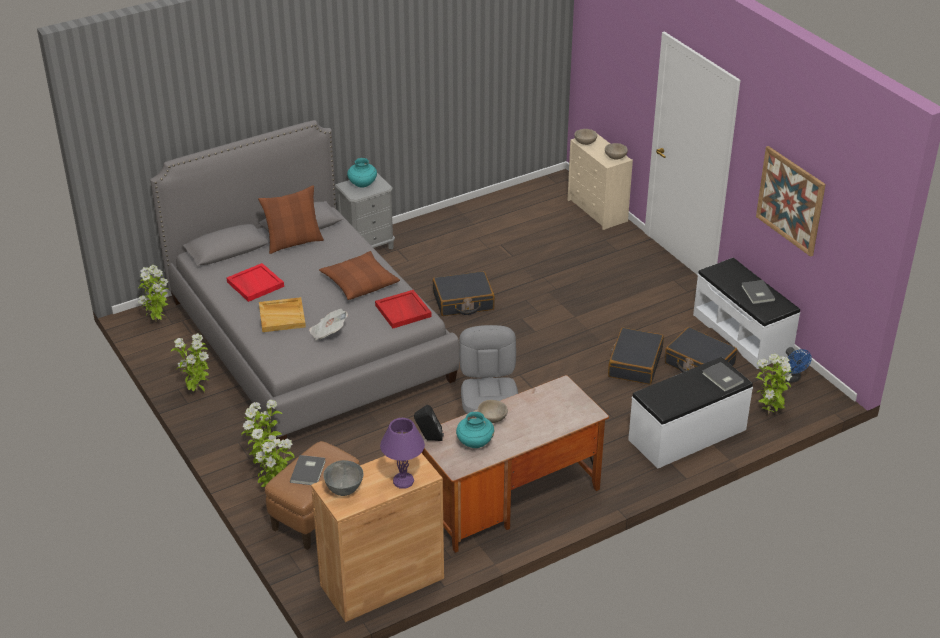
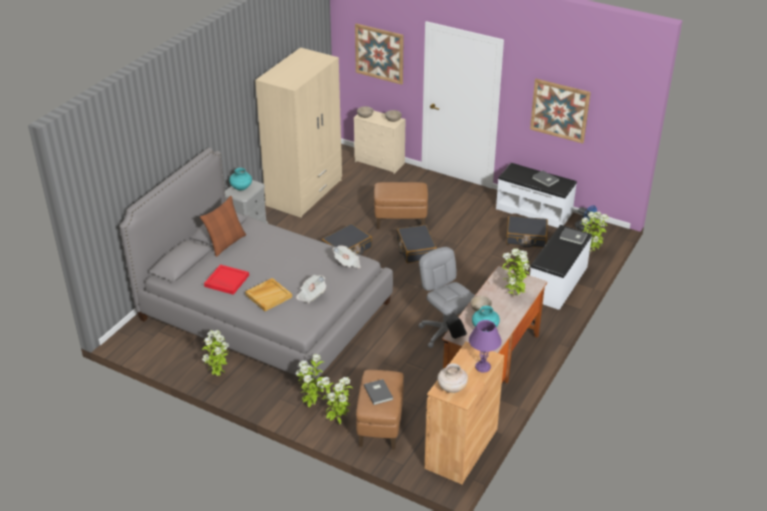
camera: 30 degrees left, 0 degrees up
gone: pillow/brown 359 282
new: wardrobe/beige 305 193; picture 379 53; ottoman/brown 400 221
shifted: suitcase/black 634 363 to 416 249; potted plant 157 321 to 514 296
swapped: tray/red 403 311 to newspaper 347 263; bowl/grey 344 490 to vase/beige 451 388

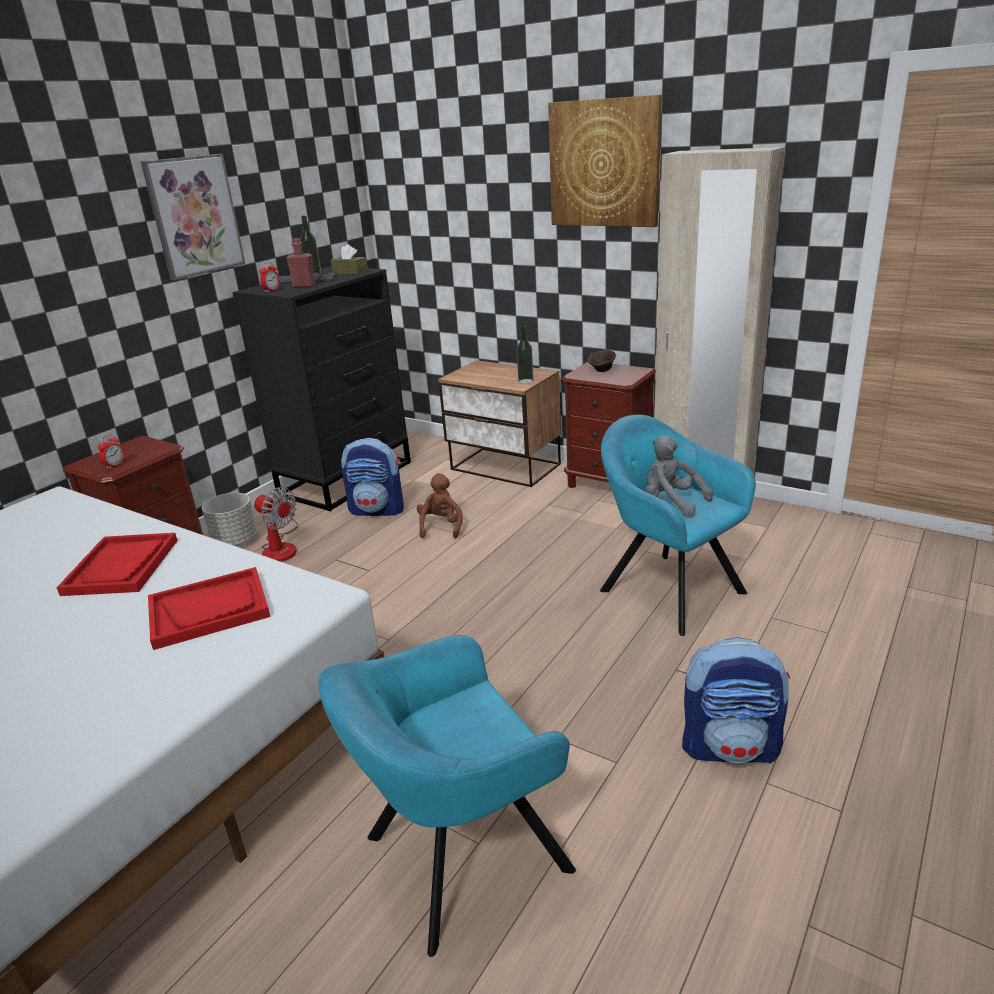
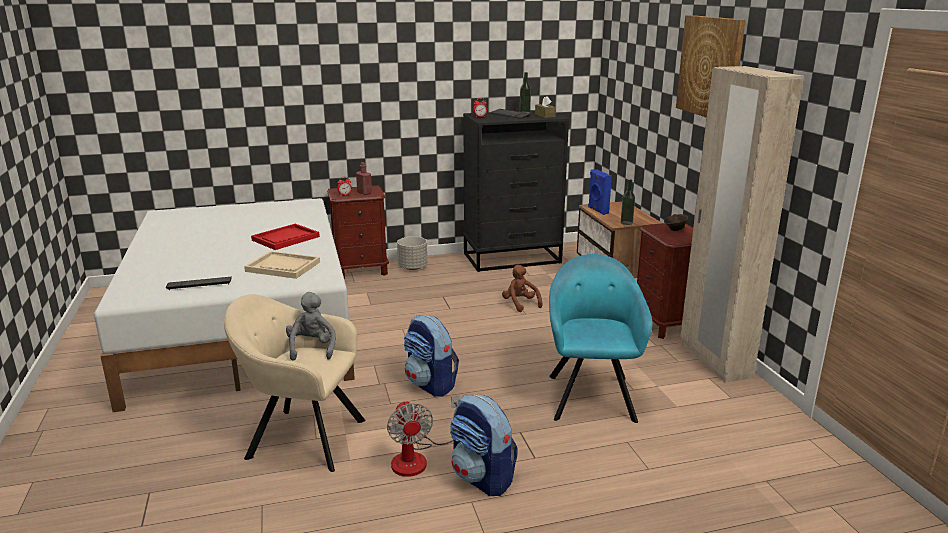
camera: 40 degrees right, 5 degrees down
gone: picture 194 216
new: keyboard 199 284; speaker/blue 597 210
shifted: plush toy/grey 671 502 to 312 348; bottle/red 304 286 to 364 193; fan 281 547 to 418 458; backpack 378 510 to 431 384
repainted: armchair/turquoise 459 857 to armchair/beige 302 438; tray/red 209 610 to tray/beige 283 267
rotated: plush toy/brown 441 527 = 520 304 75 degrees counterclockwise

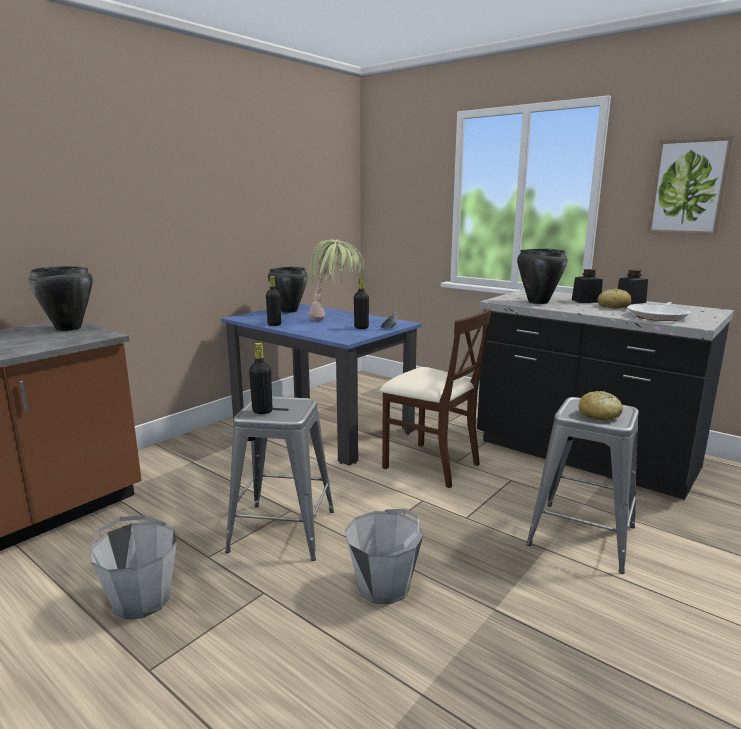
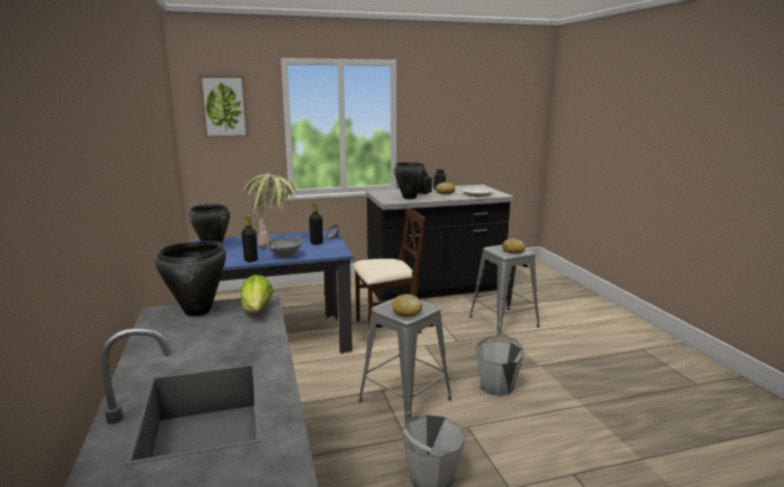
camera: 55 degrees left, 0 degrees up
new: lettuce 257 311; bowl/grey 285 256
shifted: picture 688 187 to 224 106
swapped: bottle/black 262 411 to bread 407 312

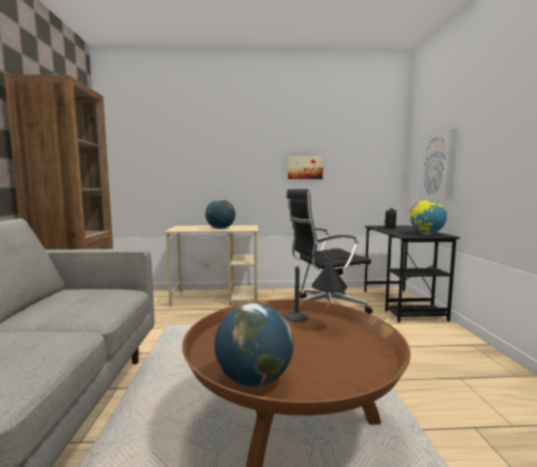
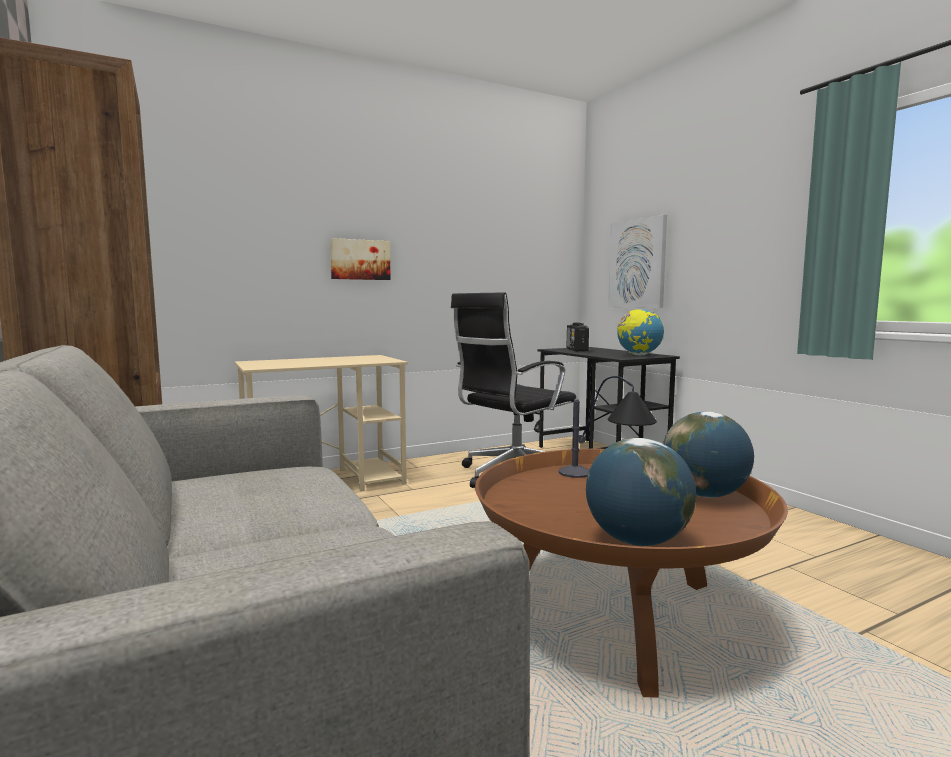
camera: 25 degrees left, 0 degrees up
shifted: picture 305 167 to 360 259; globe 220 229 to 705 495

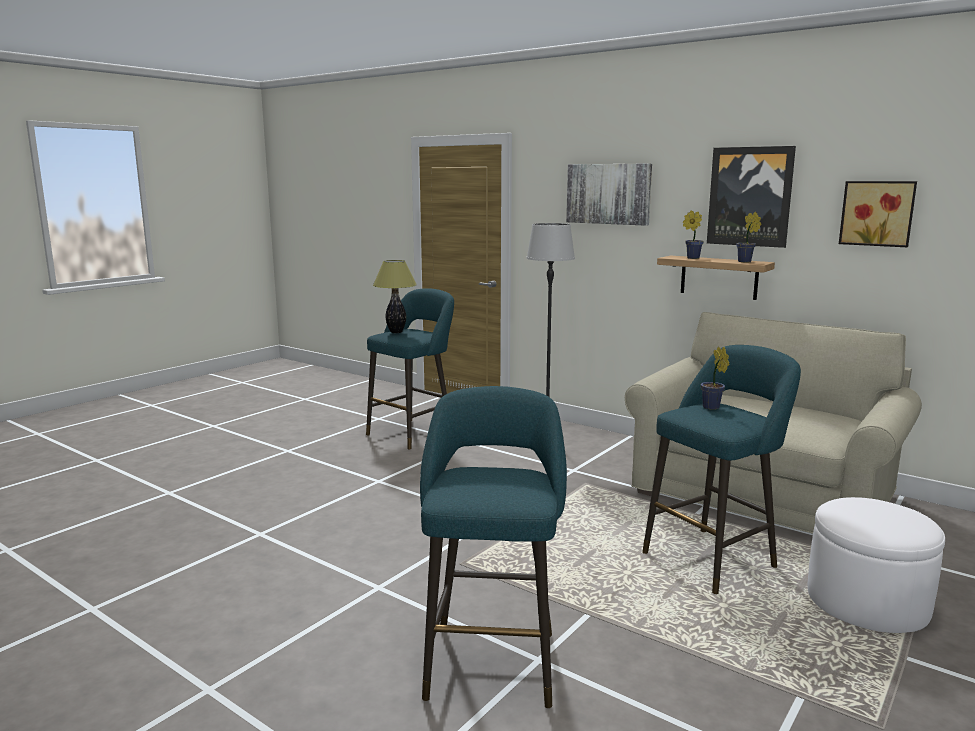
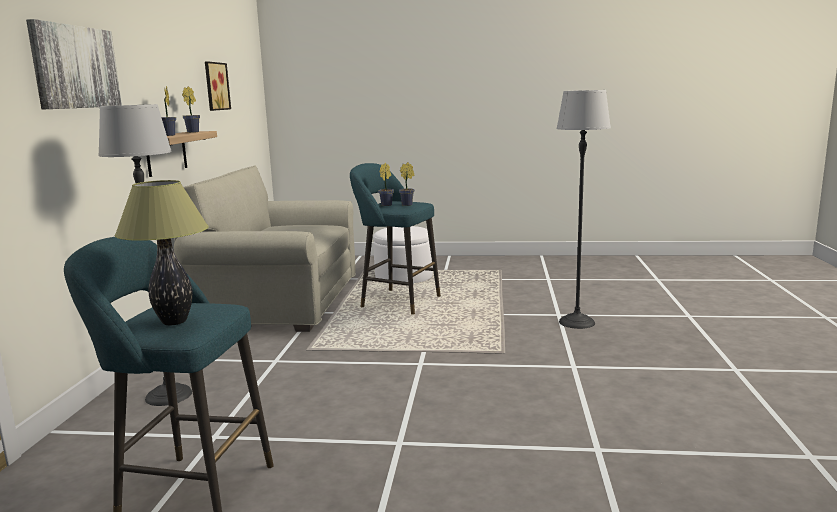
camera: 120 degrees left, 0 degrees up
gone: picture 750 196
new: potted plant 408 204
swapped: stool/turquoise 492 658 to floor lamp 576 322

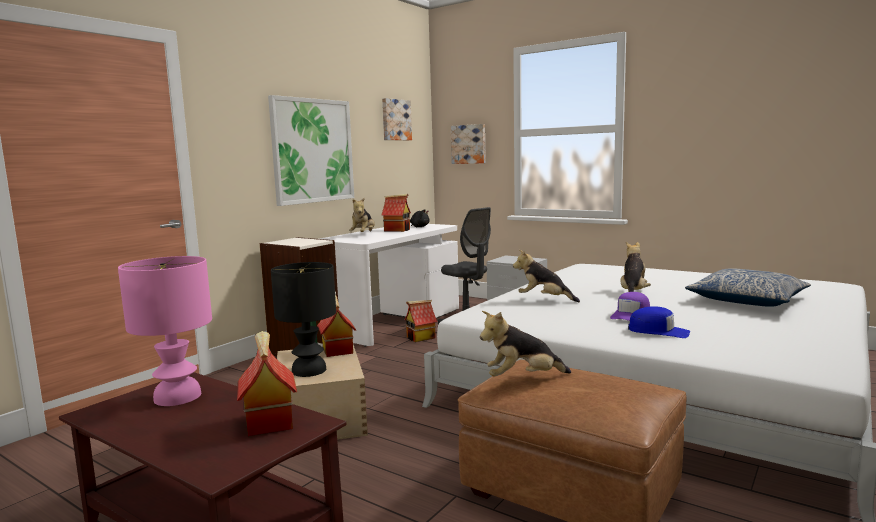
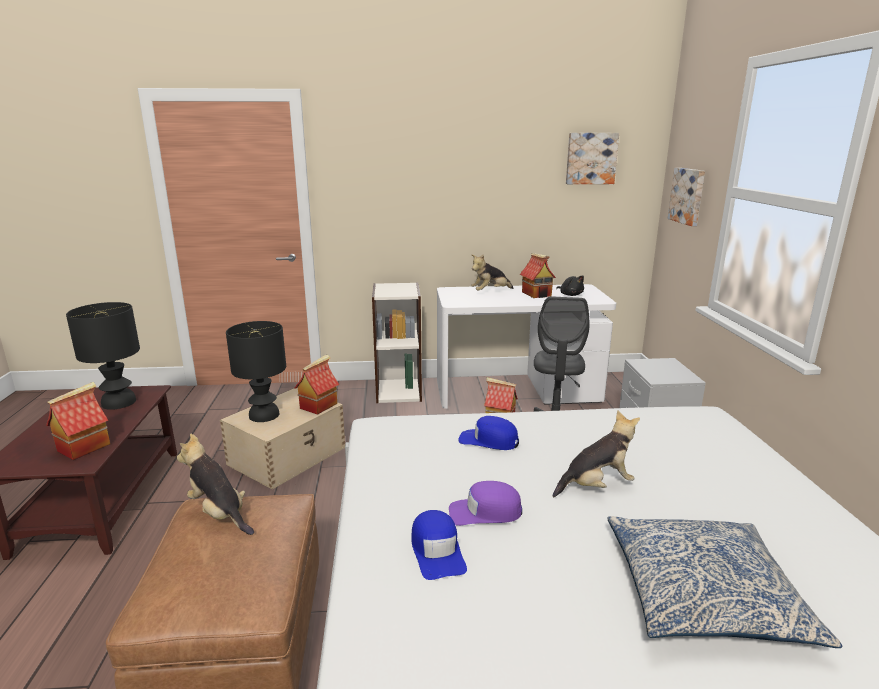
camera: 50 degrees right, 10 degrees up
gone: picture 312 151
swapped: plush toy 544 299 to cap/blue 488 440
repainted: table lamp/pink 179 396 to table lamp/black 119 402

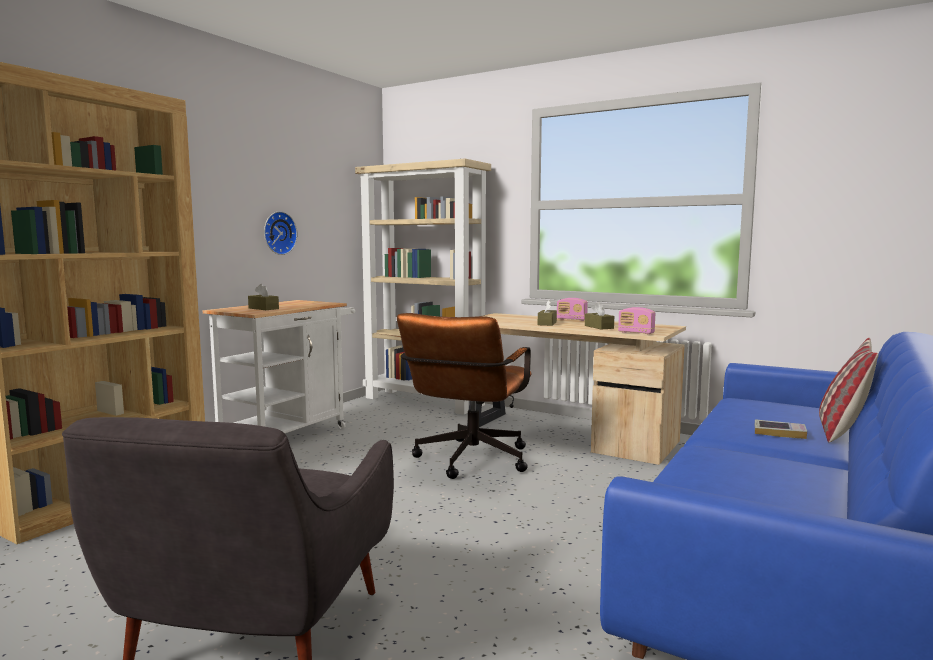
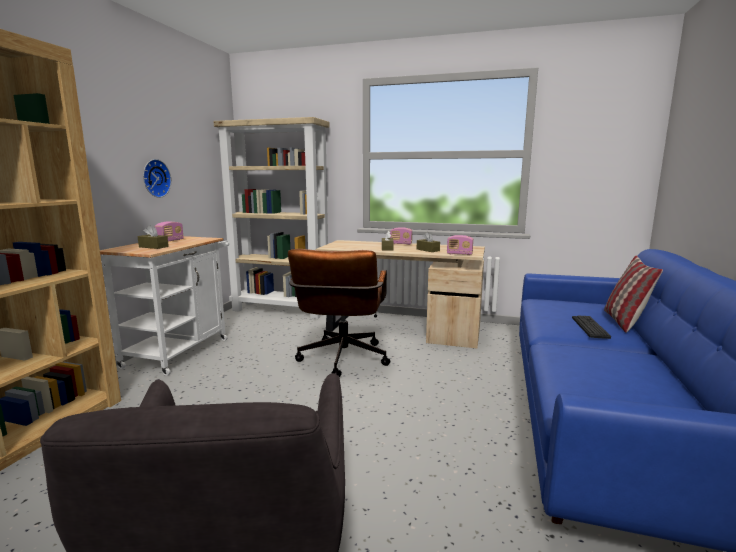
camera: 15 degrees left, 5 degrees up
new: radio 170 241
swapped: book 779 433 to keyboard 590 327

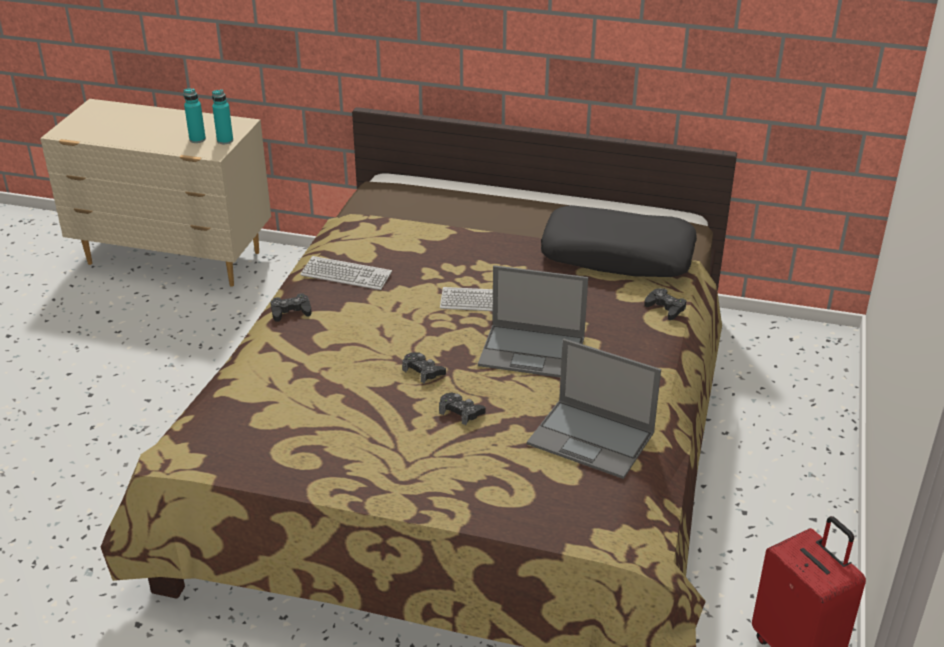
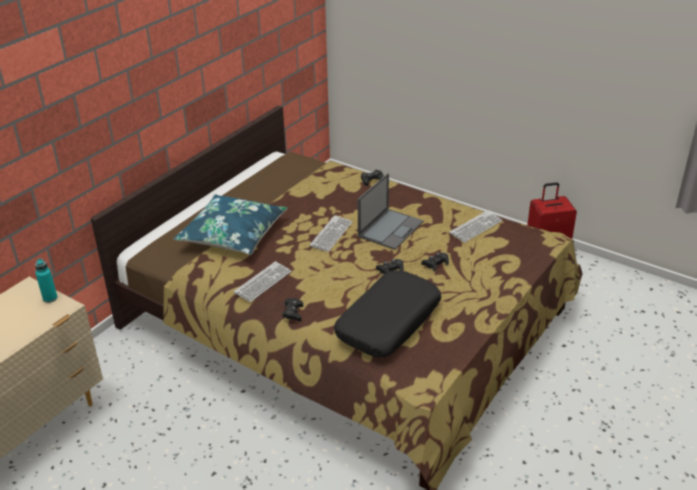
camera: 70 degrees left, 0 degrees up
gone: bottle/turquoise 197 139
new: pillow/blue 233 234
shifted: pillow/black 618 255 to 388 322
swapped: laptop 592 438 to keyboard 475 227

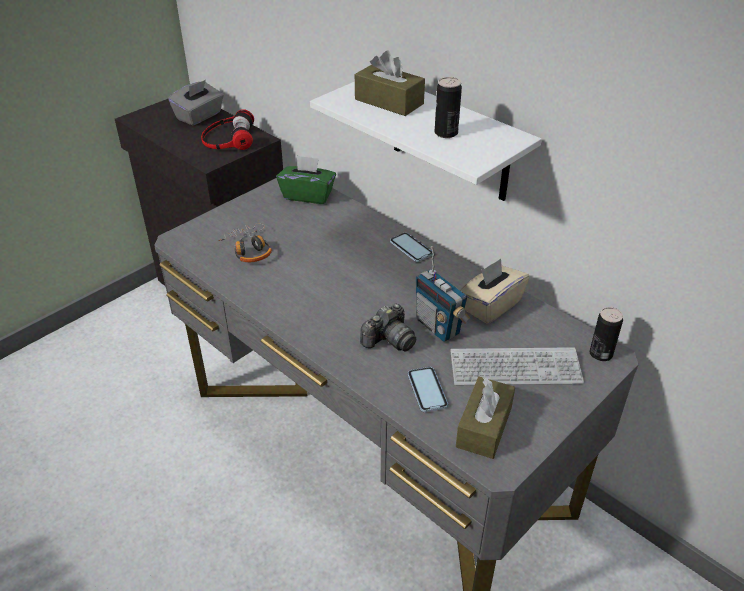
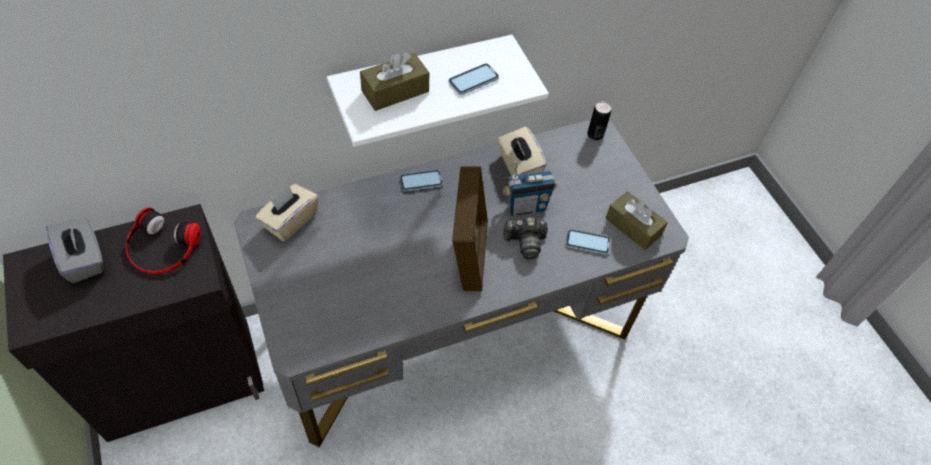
camera: 70 degrees left, 15 degrees up
gone: headphones 249 249; keyboard 515 368
new: picture frame 469 254
swapped: can 446 133 to phone 473 80
repainted: tissue box/green 308 195 to tissue box/beige 290 221
rotated: photo camera 389 340 = 525 243 105 degrees clockwise

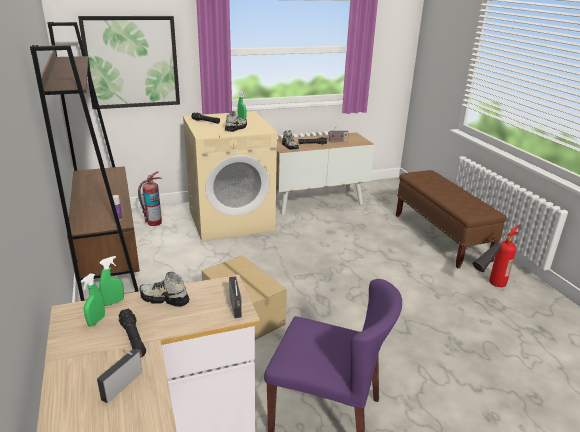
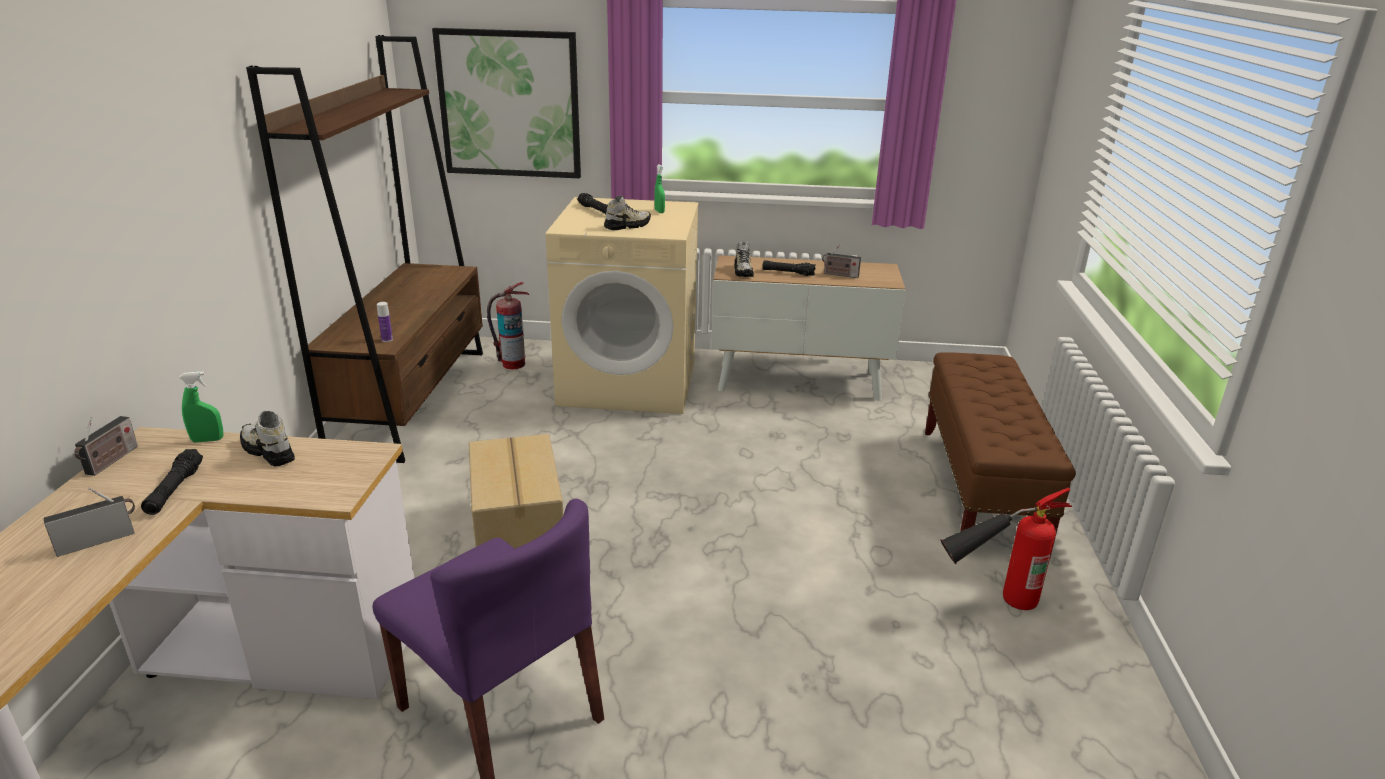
camera: 25 degrees right, 0 degrees up
gone: spray bottle/green 96 321
shifted: radio 236 307 to 110 461

